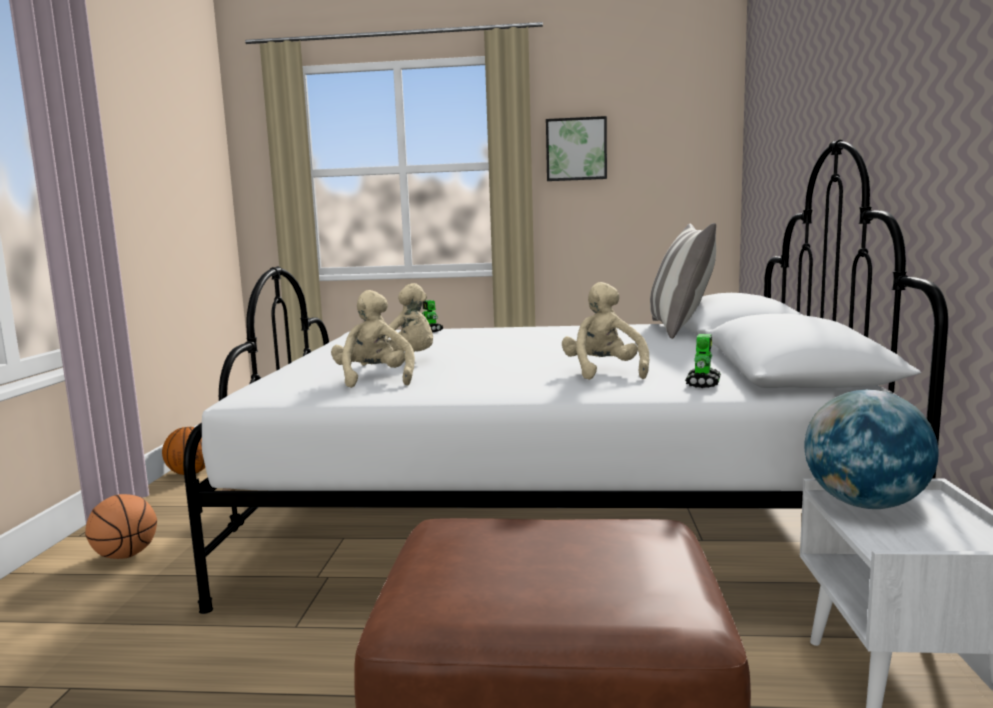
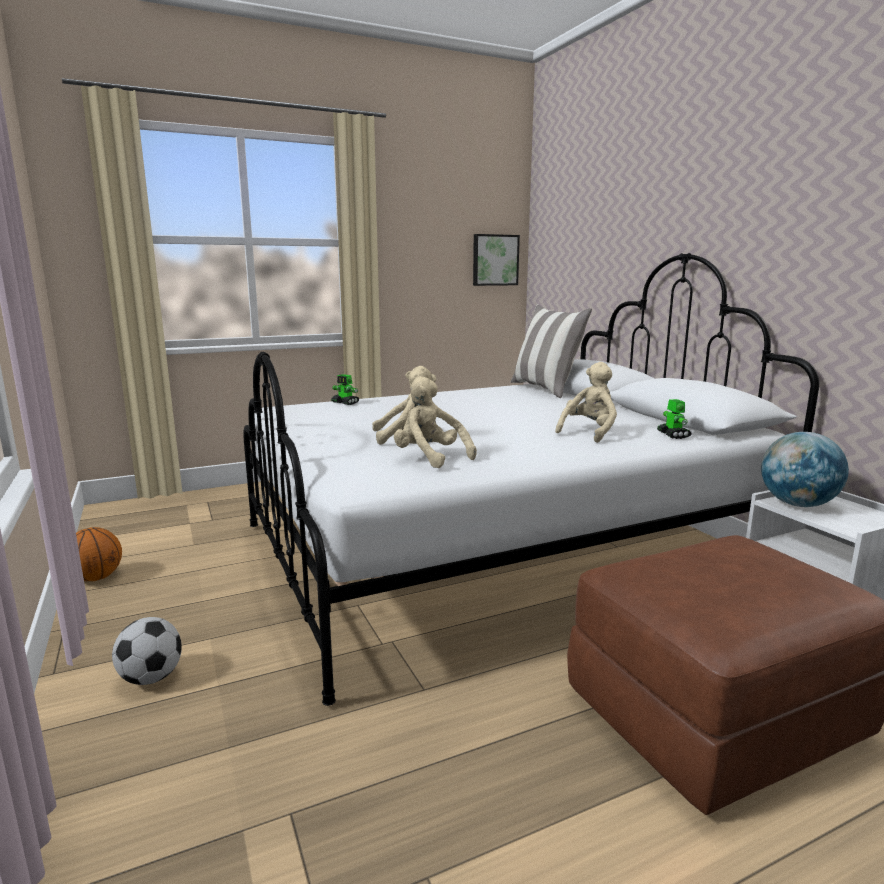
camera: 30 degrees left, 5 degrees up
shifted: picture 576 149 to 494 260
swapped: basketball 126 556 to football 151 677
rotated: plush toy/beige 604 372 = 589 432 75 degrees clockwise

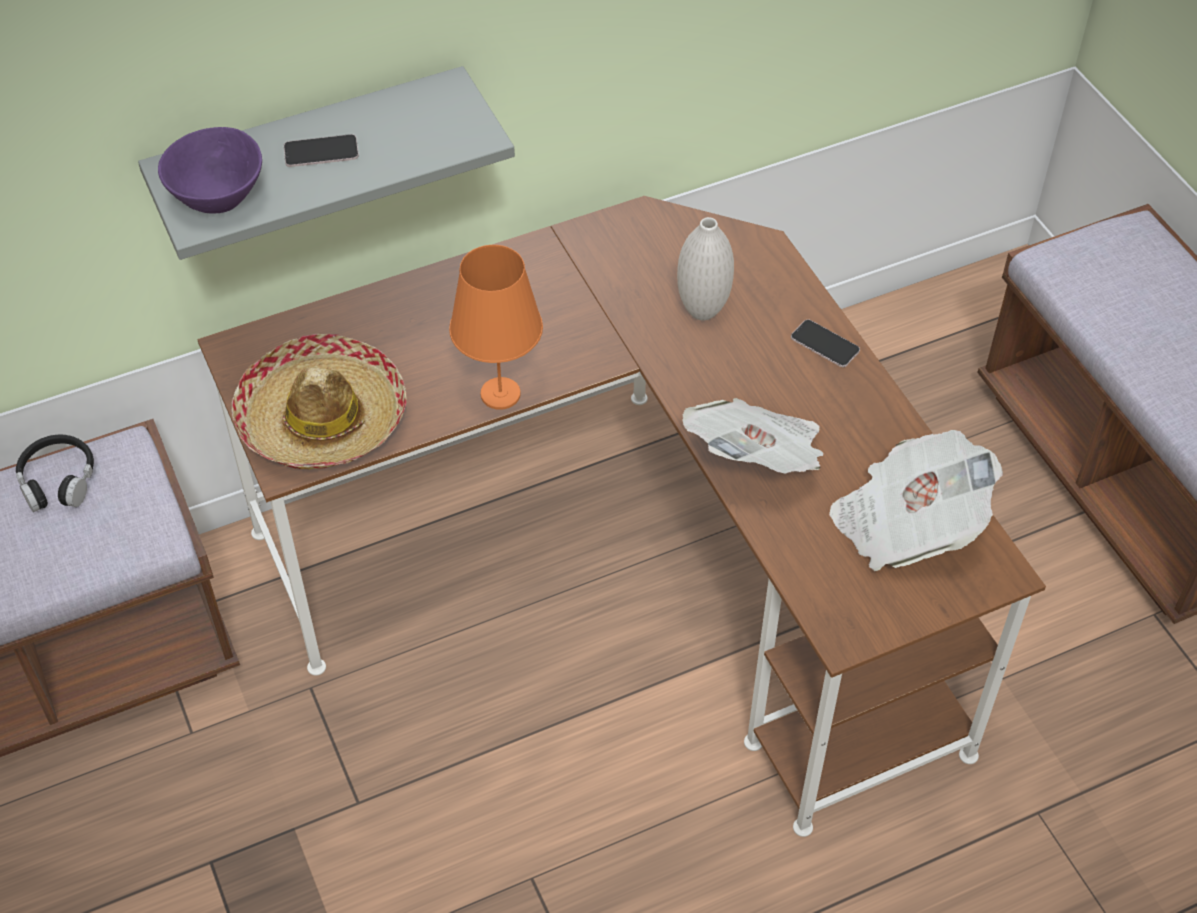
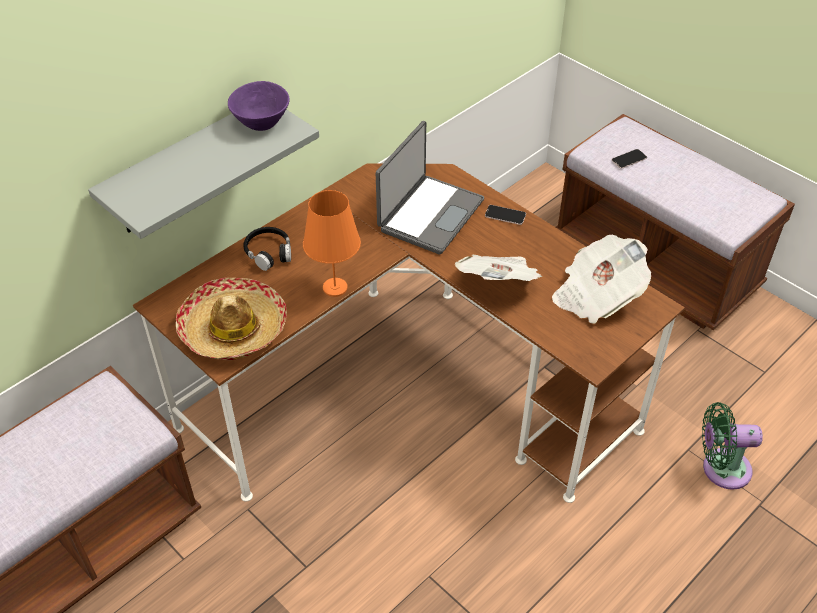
camera: 20 degrees left, 5 degrees down
new: fan/green 721 469
shifted: bowl/purple 215 197 to 259 123; headphones/black 58 480 to 269 253; phone 321 152 to 629 159
swapped: vase/white 702 311 to laptop 429 215

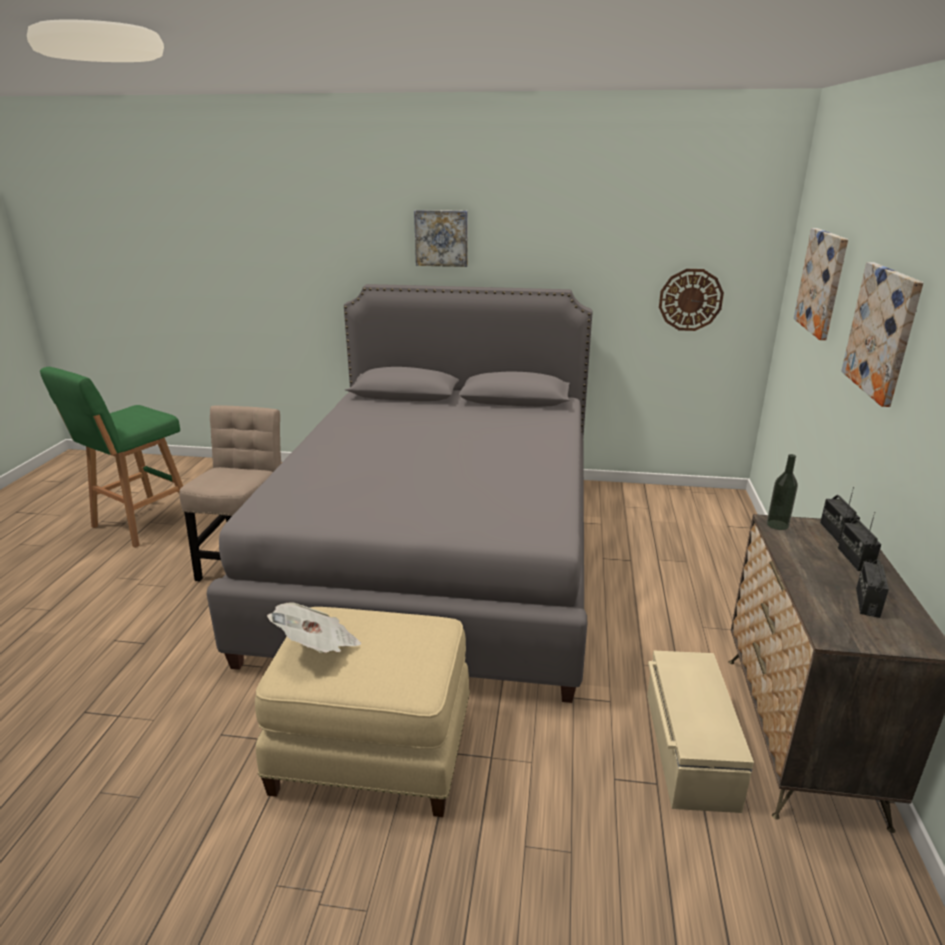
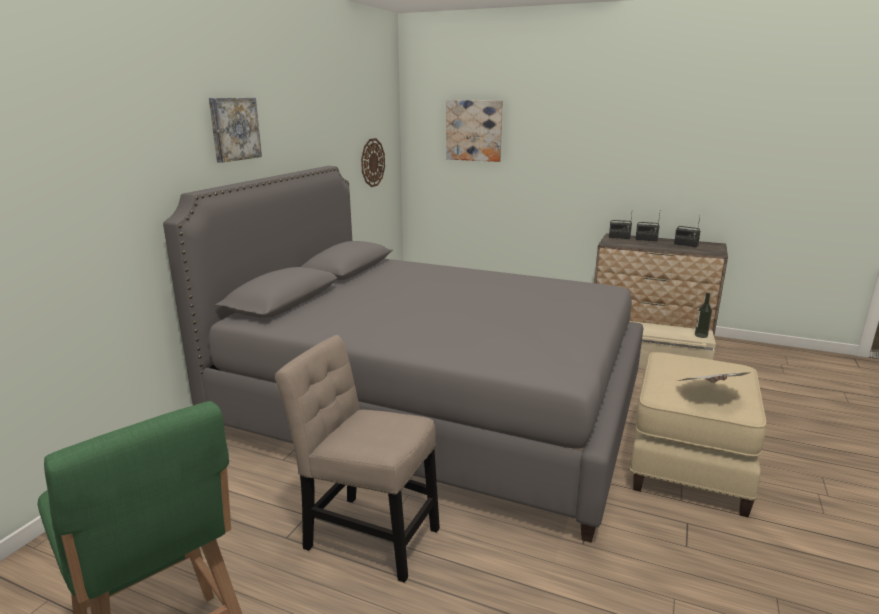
camera: 75 degrees left, 5 degrees down
gone: picture 883 331
shifted: bottle 777 525 to 701 335

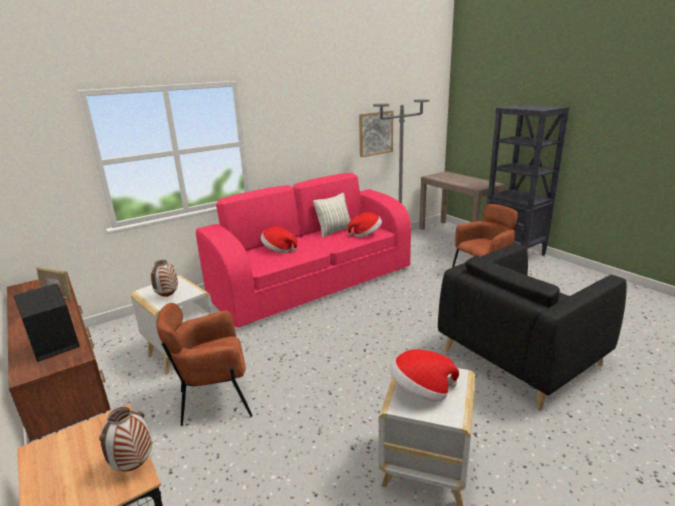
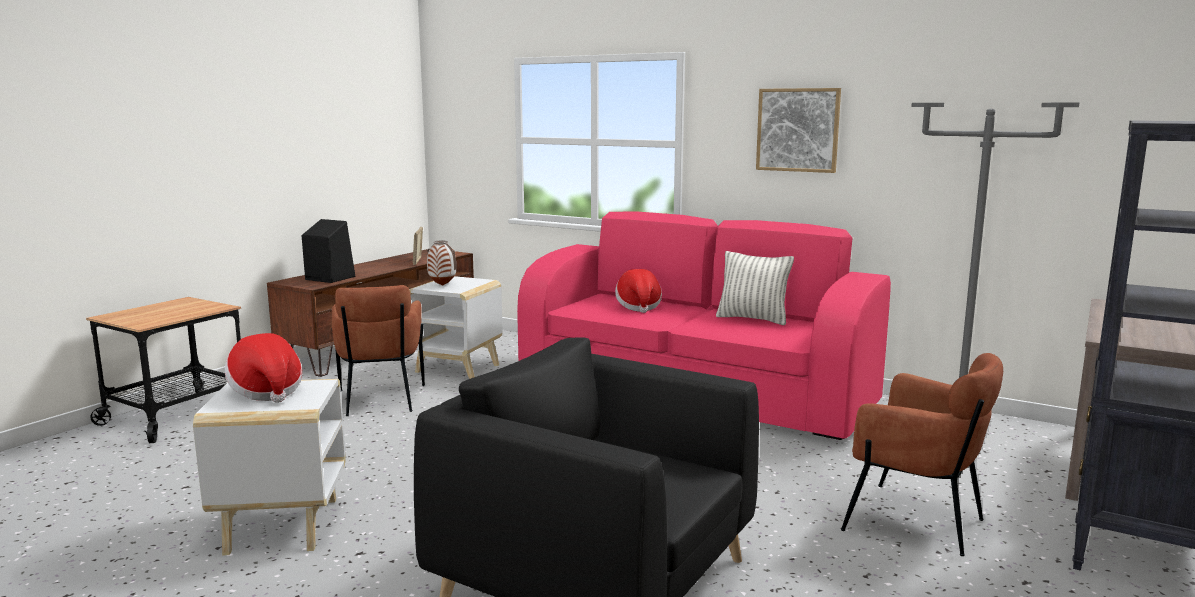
camera: 65 degrees right, 10 degrees down
gone: vase 133 467; hat 366 234
shifted: picture 375 133 to 798 130
rotated: armchair/brown 215 400 = 381 400 150 degrees counterclockwise

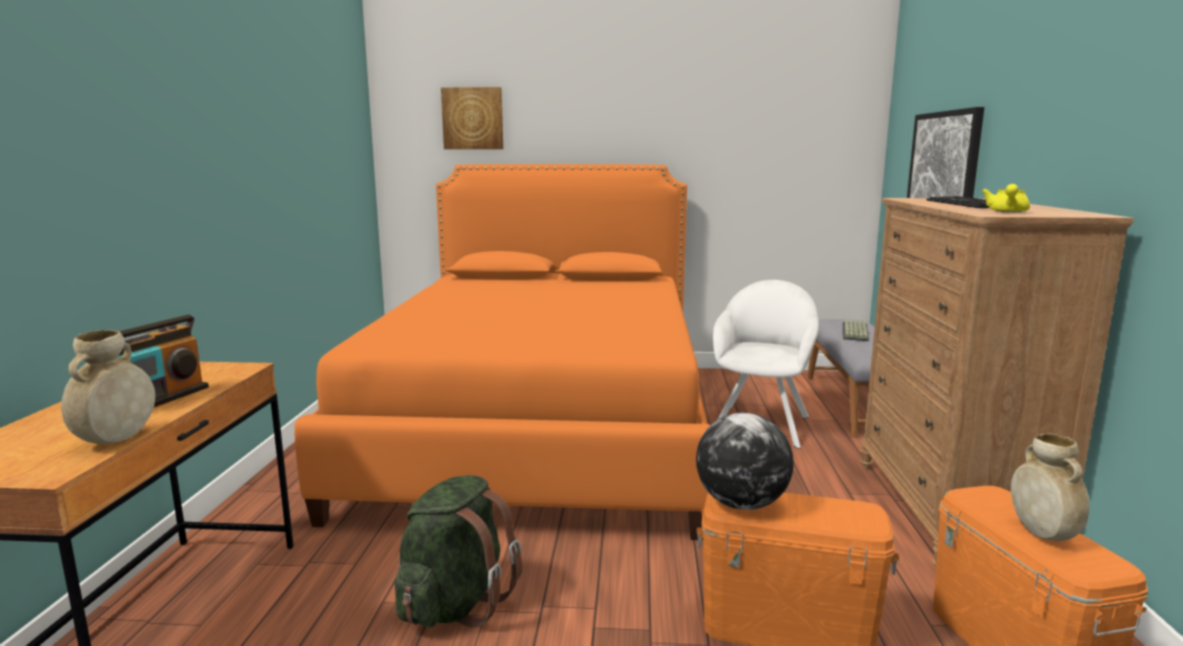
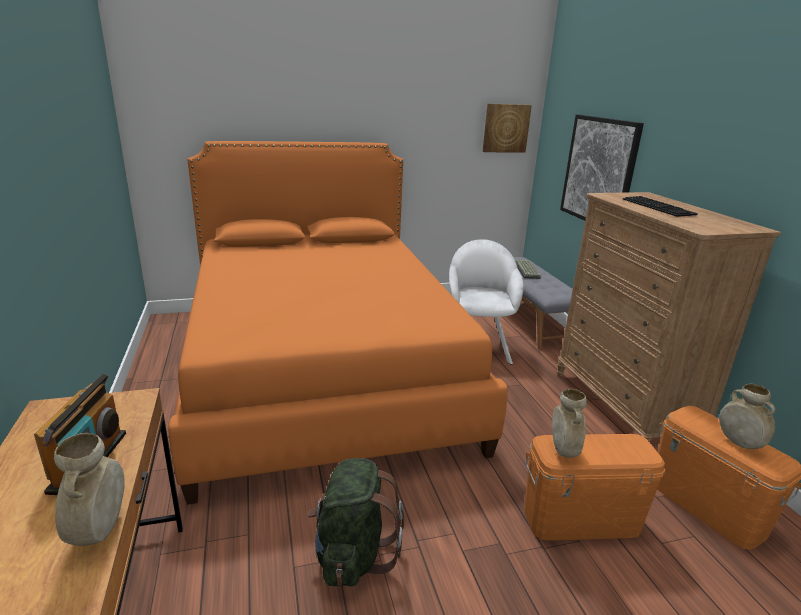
camera: 20 degrees left, 10 degrees up
gone: teapot/yellow 1007 212
shifted: picture 473 118 to 505 128
swapped: globe 742 504 to vase/beige 563 451

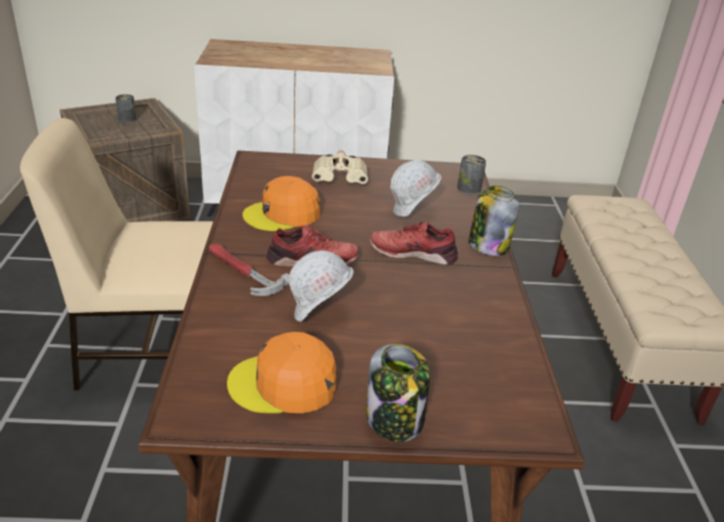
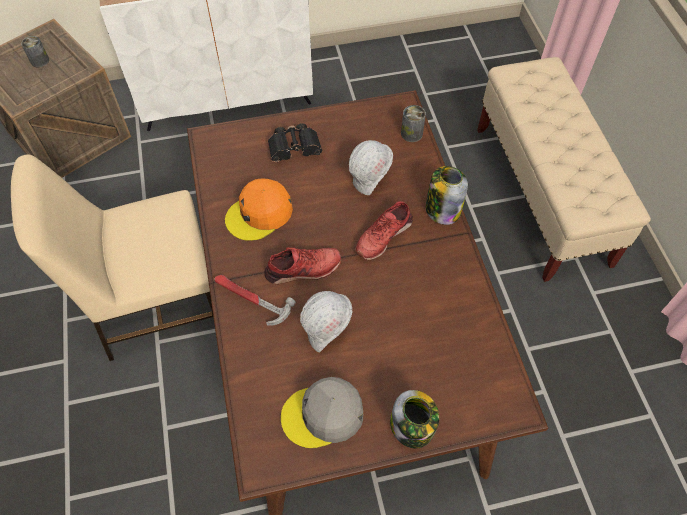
camera: 10 degrees left, 25 degrees up
repainted: binoculars/beige 341 179 to binoculars/black 296 149; cap/orange 284 384 to cap/grey 323 415
rotated: shoe/red 413 252 = 383 236 45 degrees counterclockwise

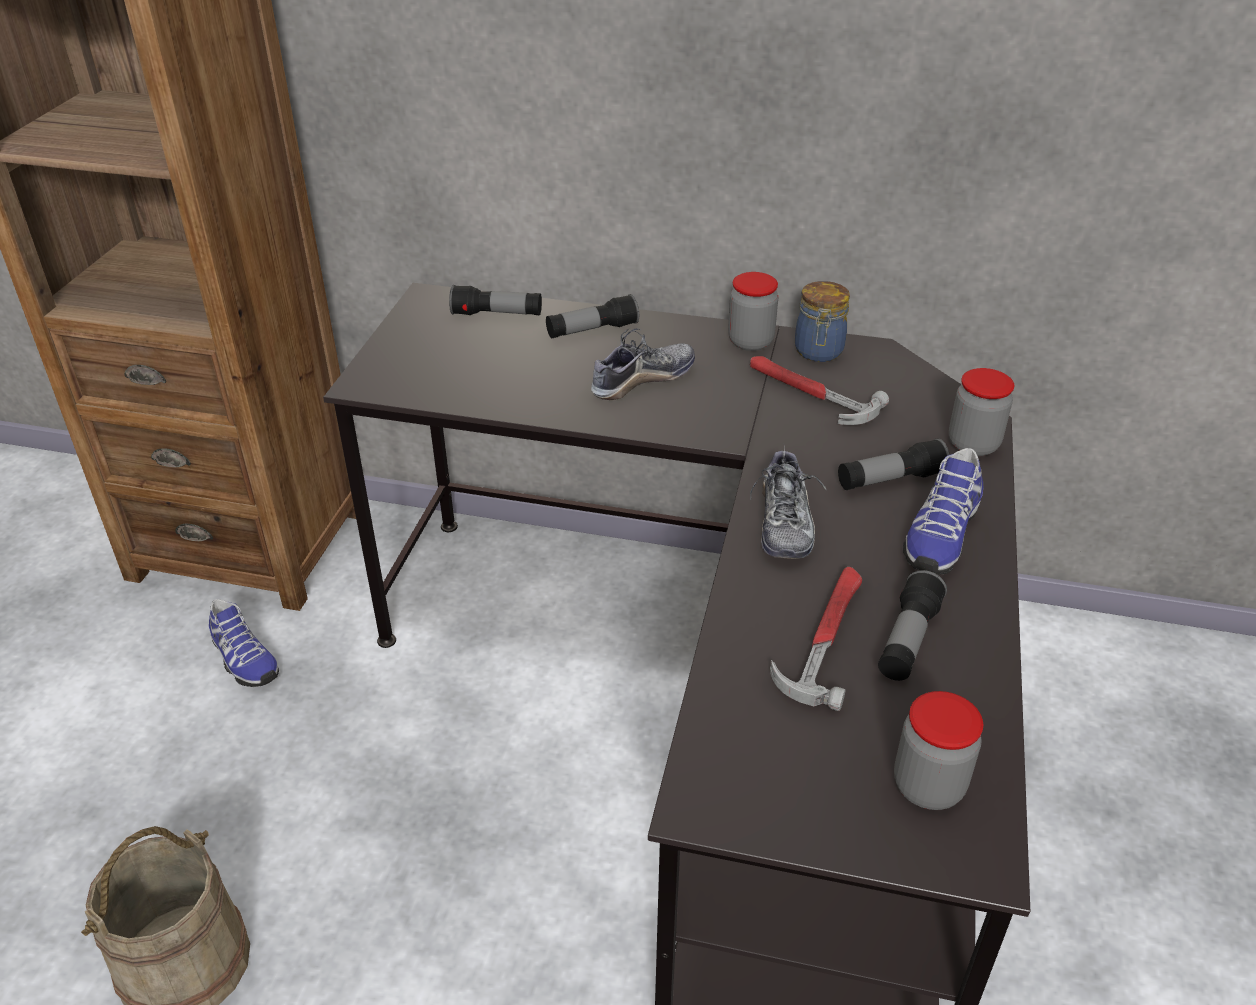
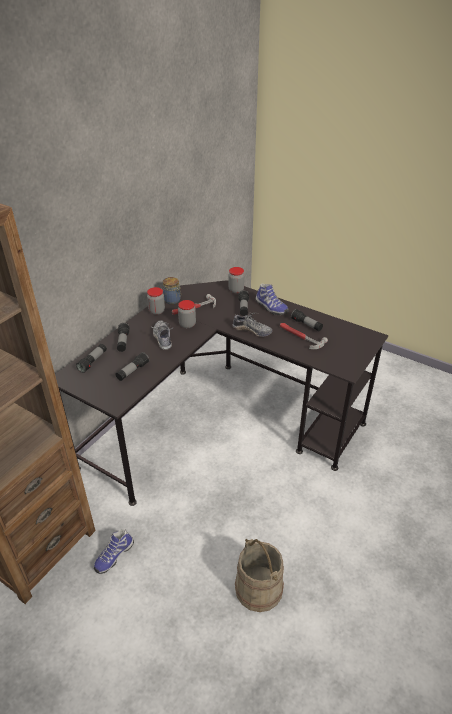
camera: 70 degrees left, 0 degrees up
new: flashlight 132 371
shifted: jar 928 786 to 187 324
rotated: shoe 243 660 = 113 555 150 degrees clockwise

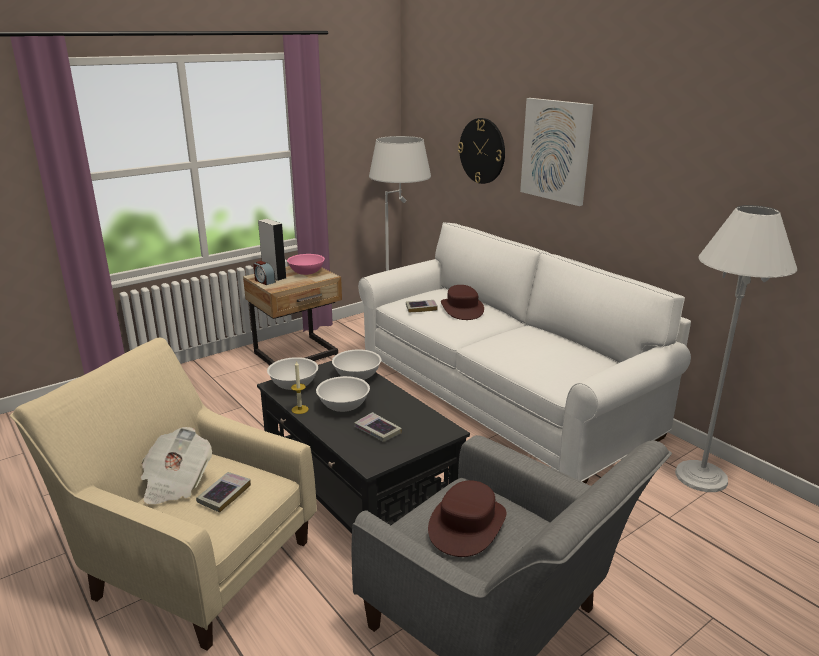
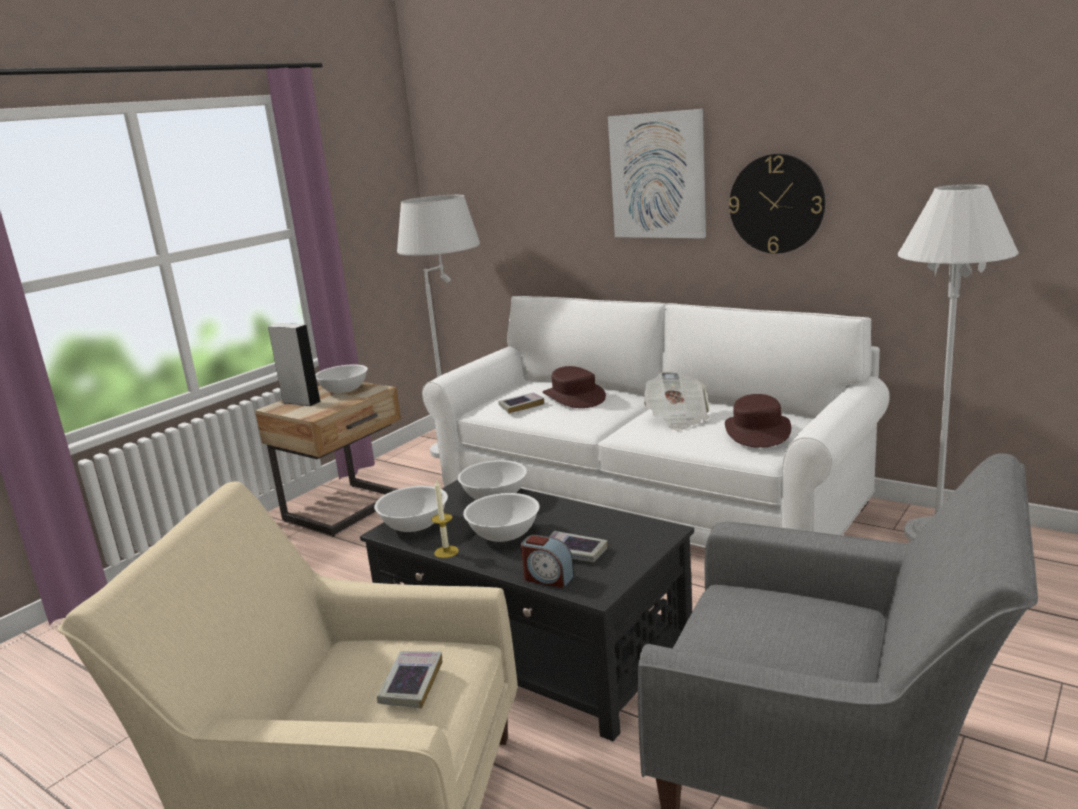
camera: 15 degrees left, 5 degrees down
shifted: alarm clock 264 281 to 548 578; newspaper 176 482 to 677 418; hat/brown 467 524 to 757 431; wall clock 482 151 to 776 204
repainted: bowl/pink 306 272 to bowl/white 344 390

